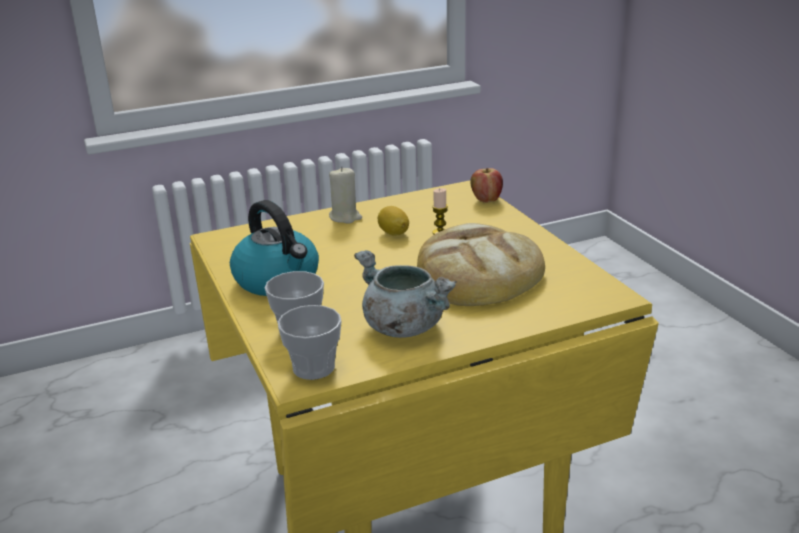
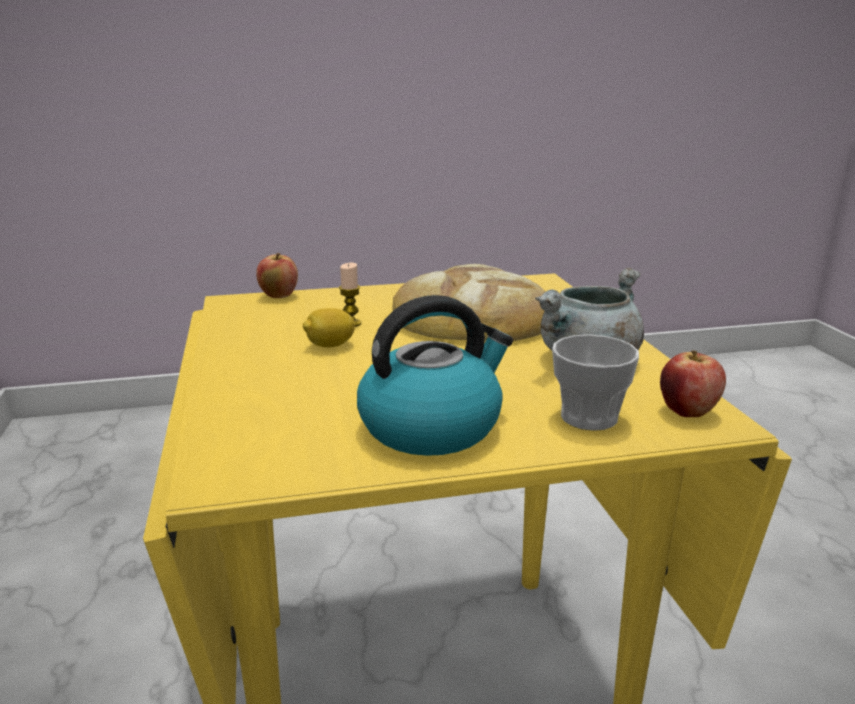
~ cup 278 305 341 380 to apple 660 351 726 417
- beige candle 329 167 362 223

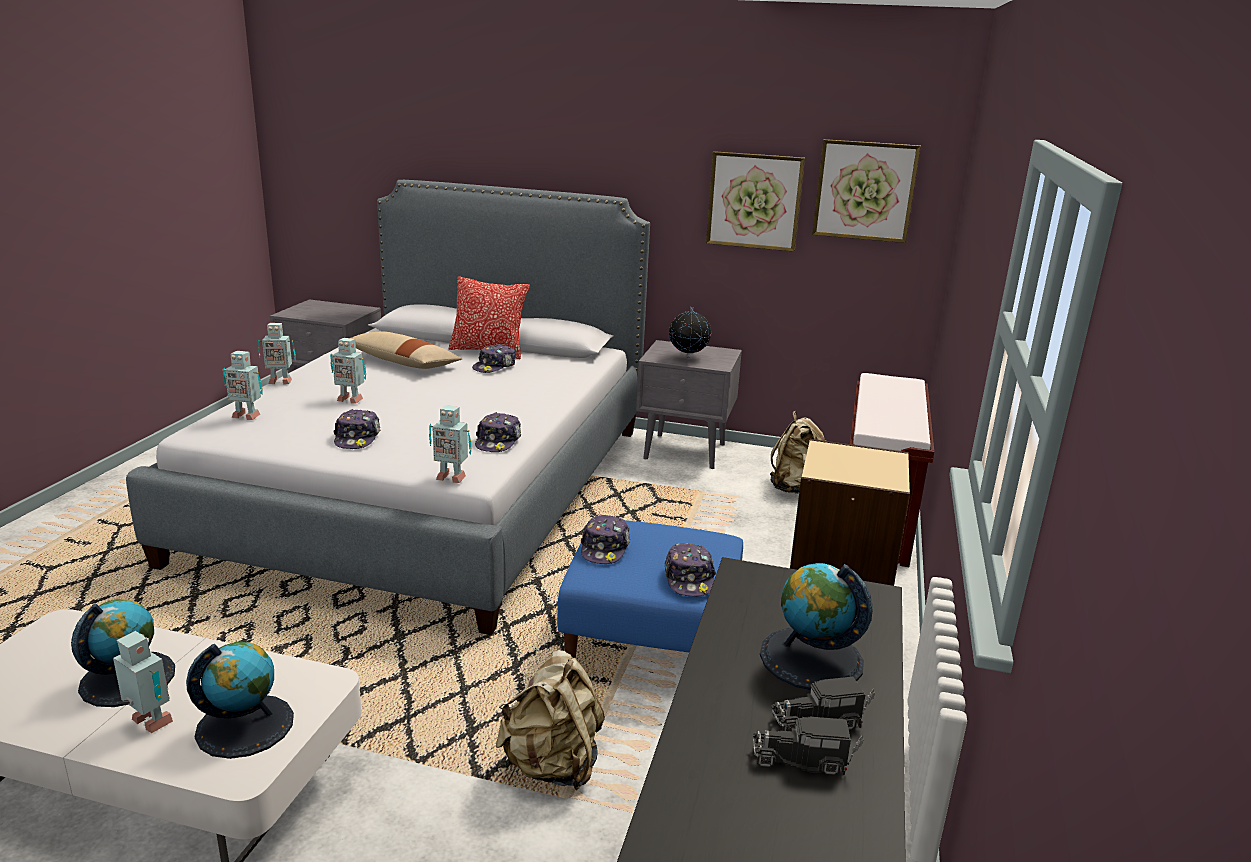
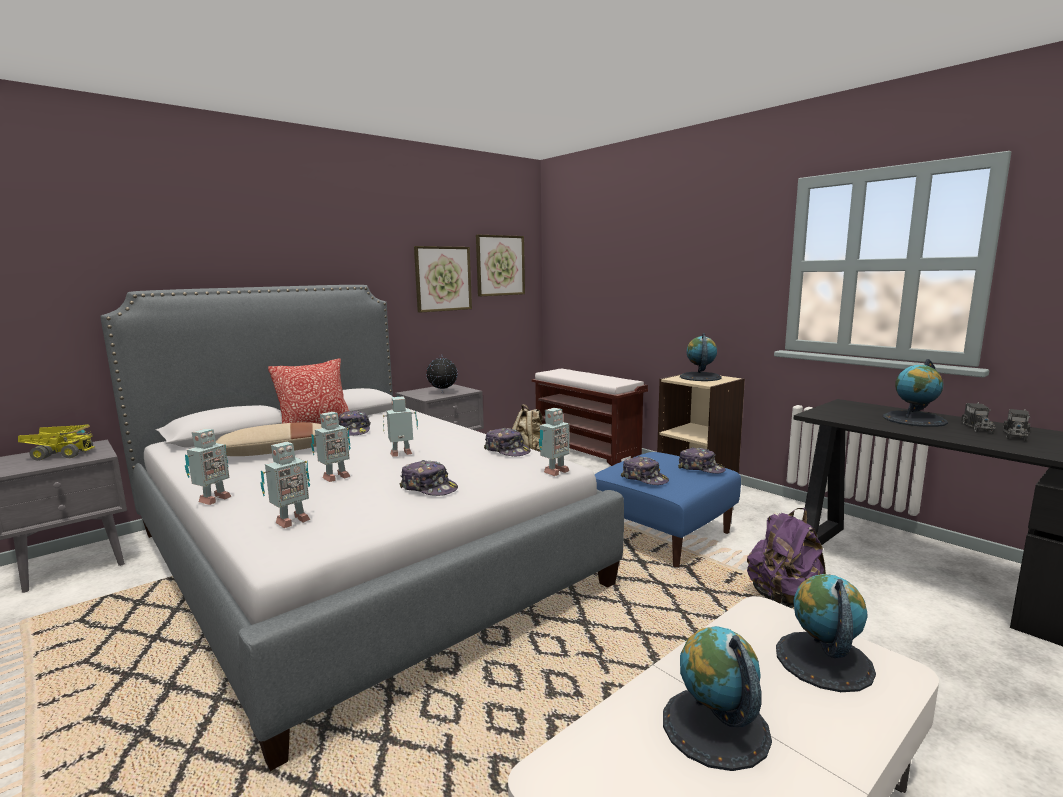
+ toy truck 18 424 95 461
~ toy robot 113 631 173 733 to 383 396 418 457
+ globe 680 333 722 381
~ beige backpack 496 650 605 790 to purple backpack 747 508 826 608

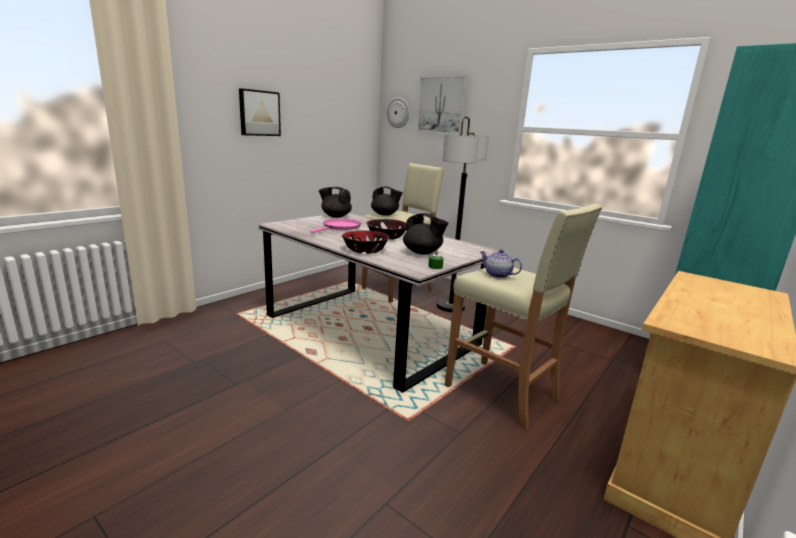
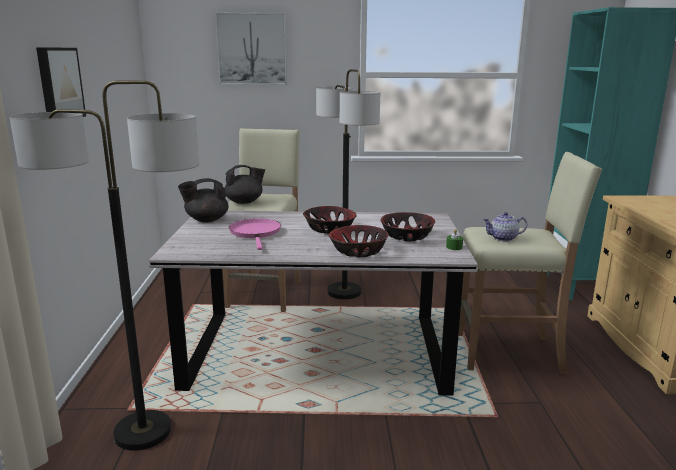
+ floor lamp 10 80 199 451
~ black teapot 403 213 448 255 to bowl 380 212 435 242
- wall clock 387 98 409 128

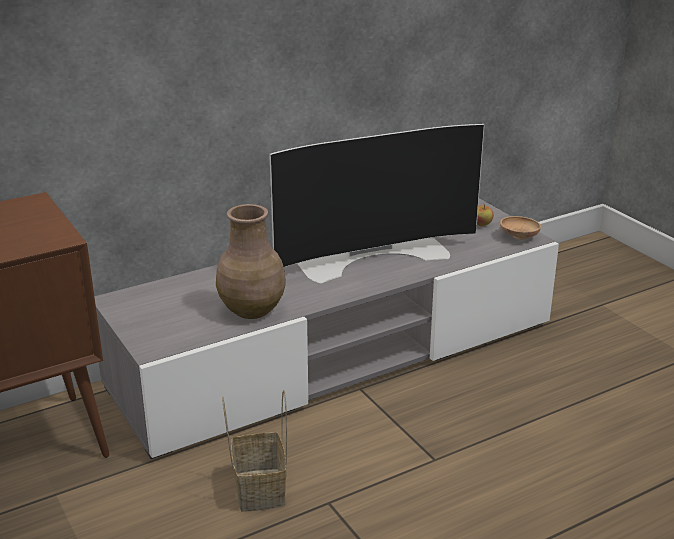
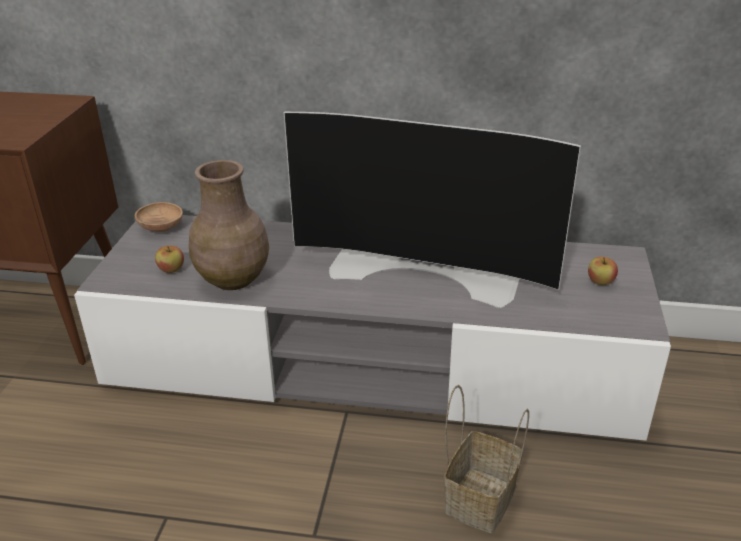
~ brown bowl 500 216 541 239 to 135 202 183 232
+ apple 155 246 184 273
~ basket 222 390 287 512 to 444 385 529 533

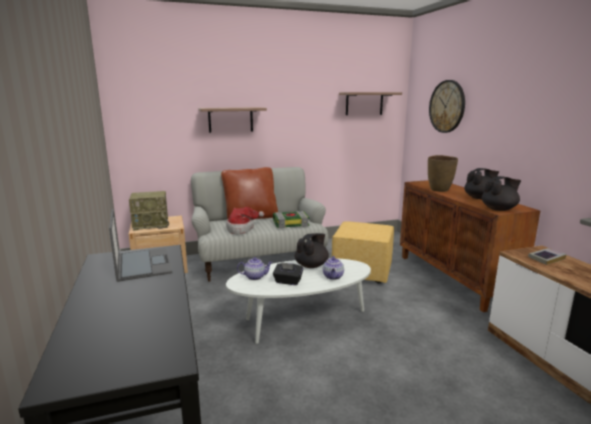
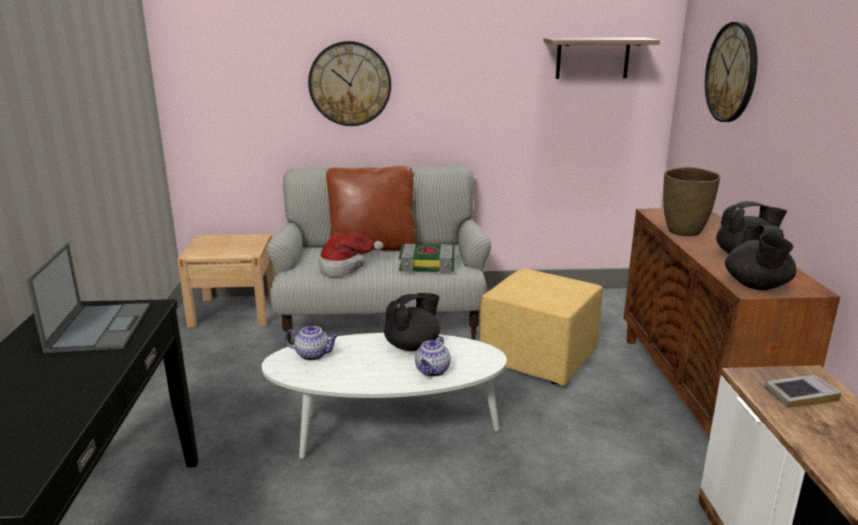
~ shelf 198 107 267 133 to wall clock 308 41 391 126
~ black teapot 482 176 521 211 = 725 225 796 290 105 degrees clockwise
- radio 129 191 169 231
- black tissue box 273 262 304 285

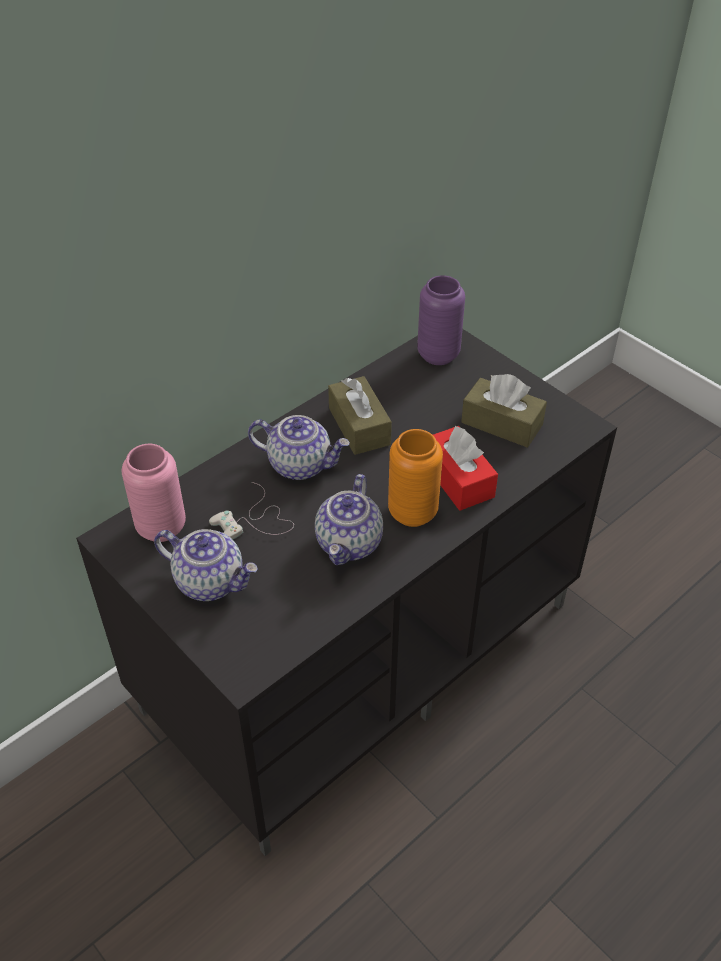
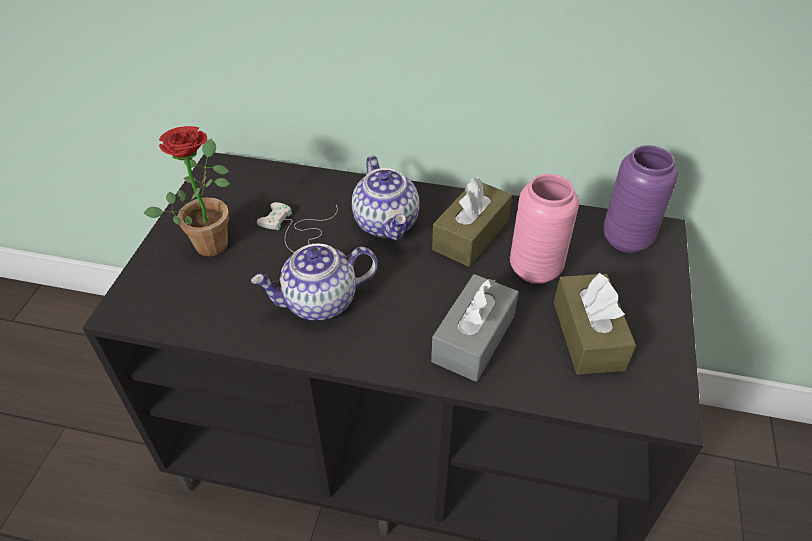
~ teapot 154 529 258 601 to potted plant 144 126 229 257
~ red tissue box 433 426 498 511 to grey tissue box 431 274 519 382
~ pink vase 122 444 186 542 to 510 174 579 284
- orange vase 388 429 443 527

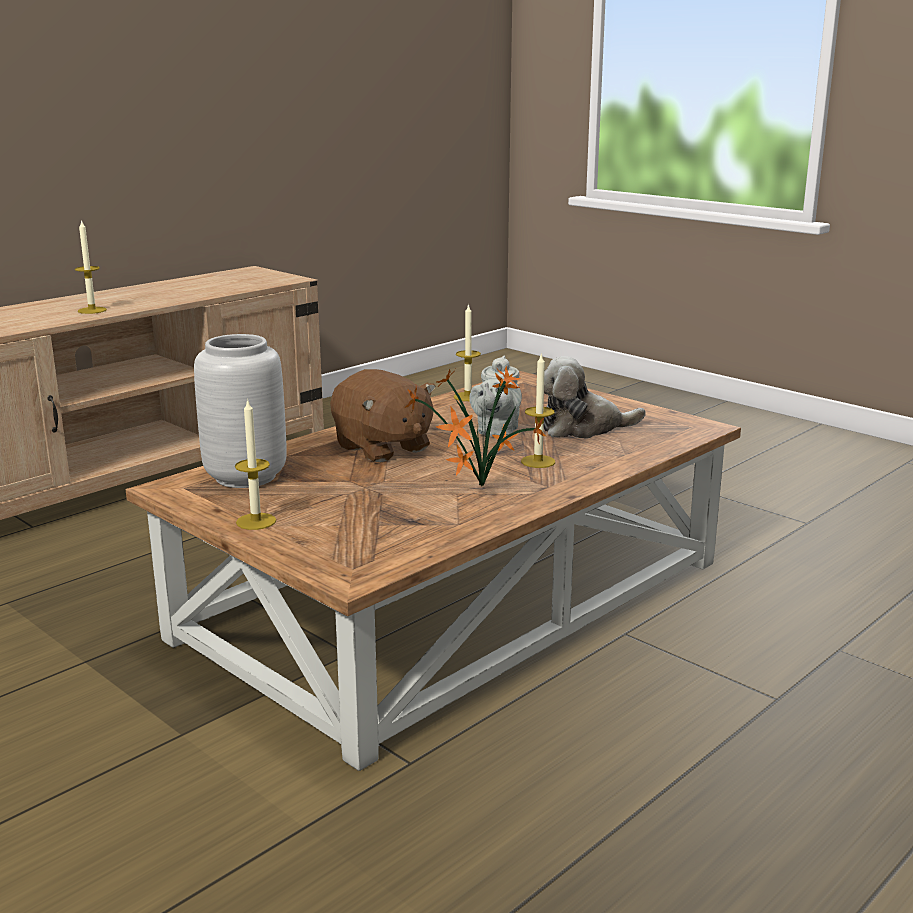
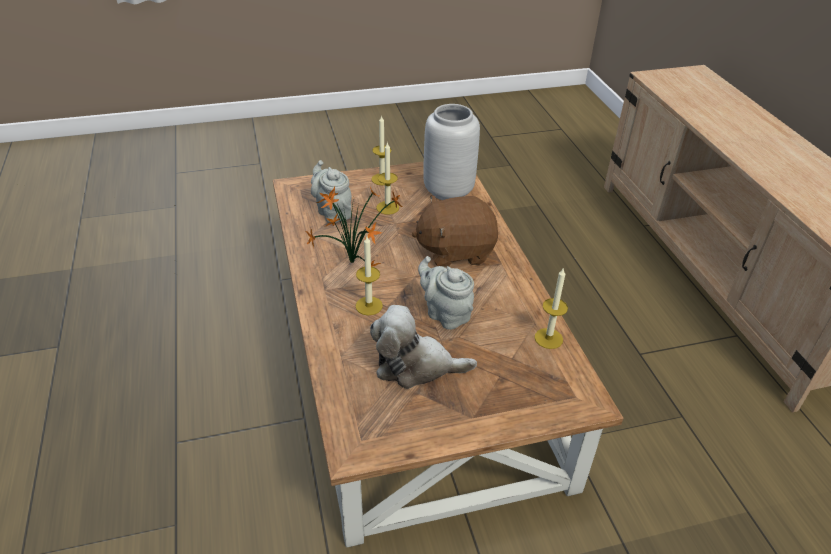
+ grey teapot 311 160 352 223
~ plush toy 536 356 646 439 = 370 305 477 389 105 degrees counterclockwise
~ candle 75 219 107 314 to 376 142 399 215

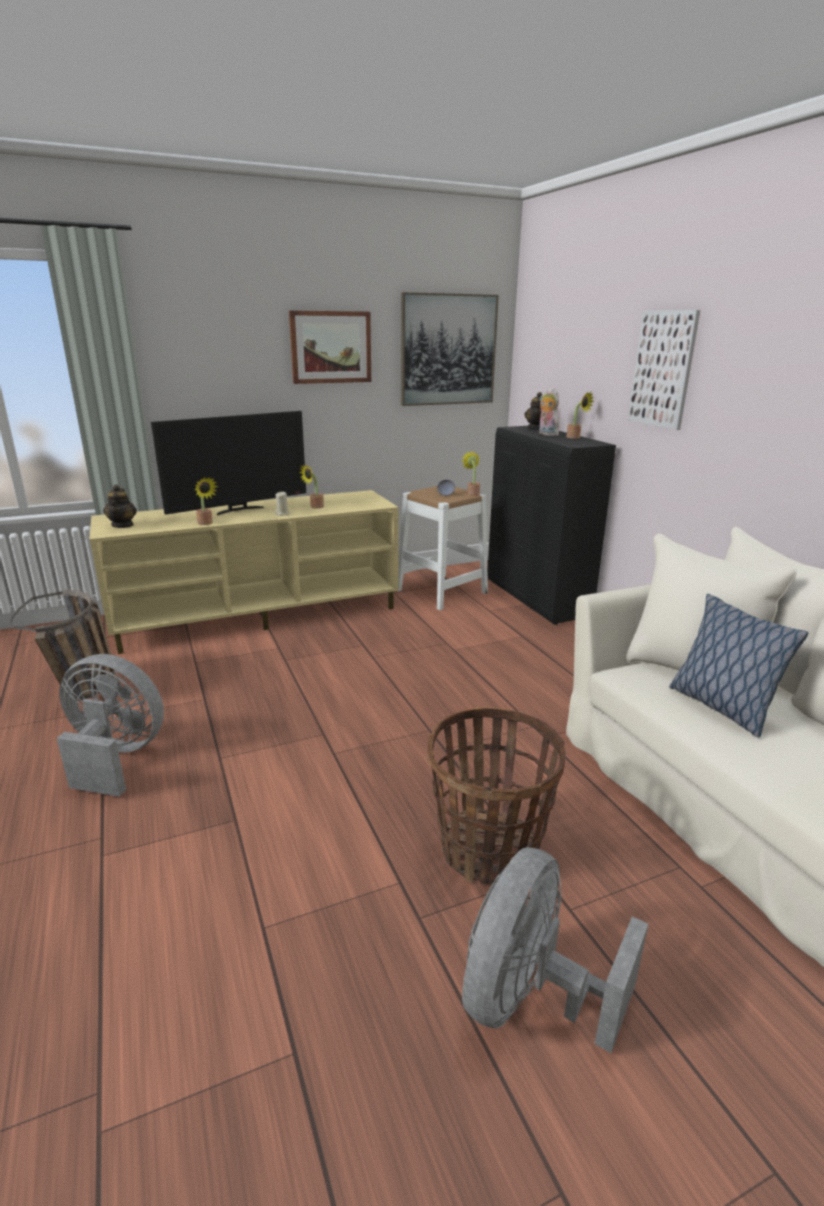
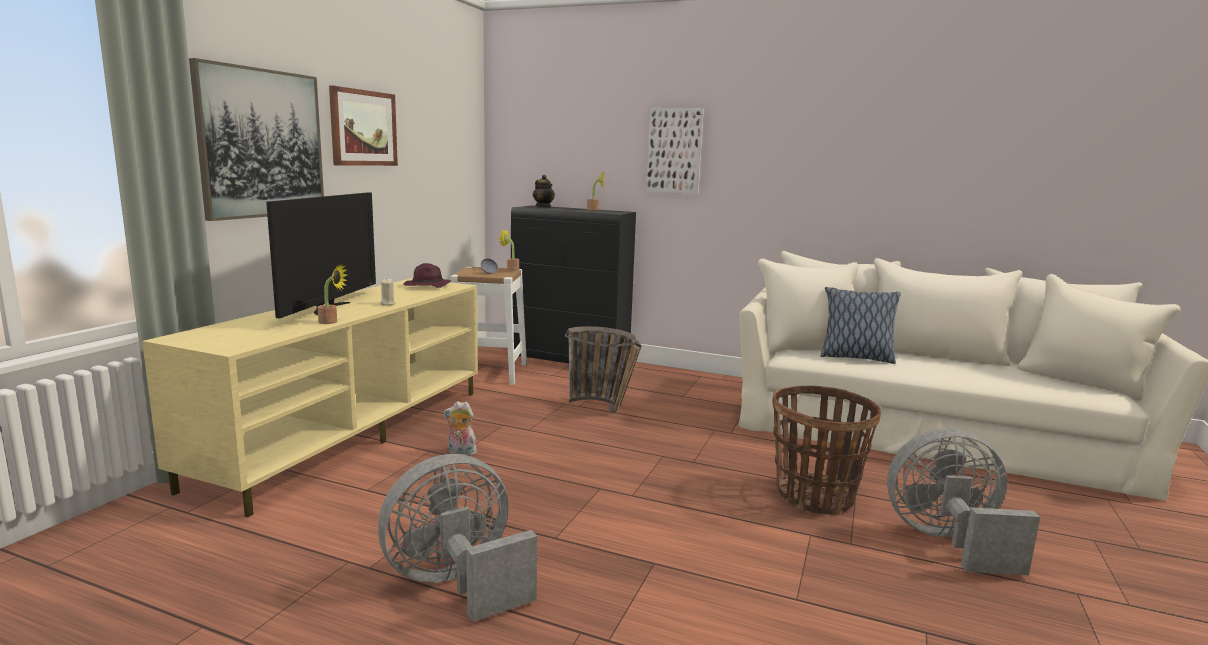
~ picture 401 292 499 406 to 189 58 324 221
+ purple hat 403 263 451 288
~ plush toy 539 388 559 436 to 444 401 479 456
~ basket 11 590 116 701 to 565 326 642 414
~ grey fan 462 847 648 1053 = 887 428 1040 575 105 degrees clockwise
- teapot 103 485 137 528
- potted plant 299 465 324 509

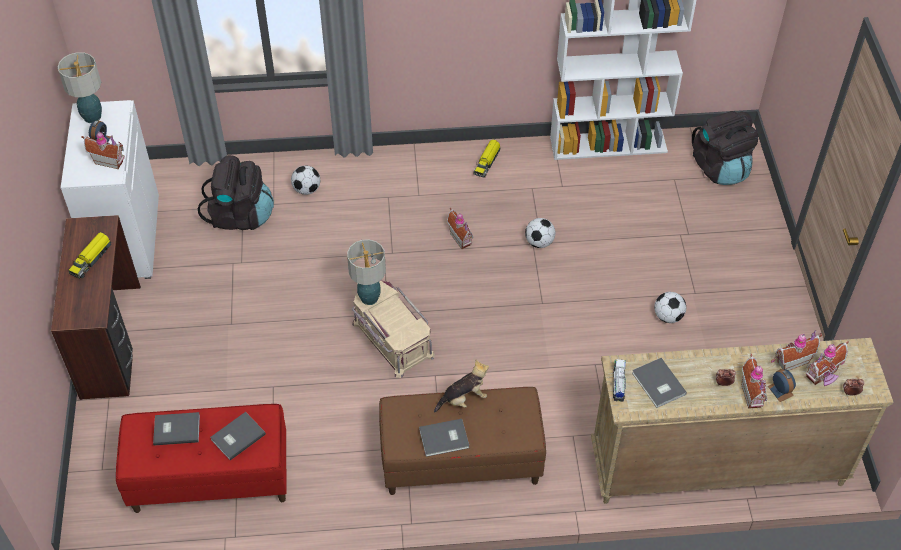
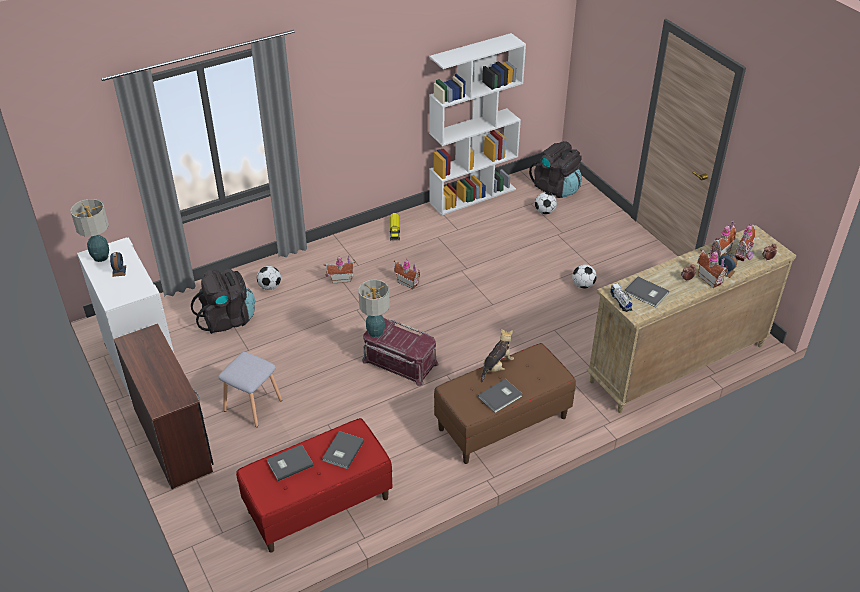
+ grey stool 218 352 282 427
~ toy house 81 131 125 169 to 324 256 356 284
~ beige storage box 352 281 435 378 to red storage box 362 318 439 386
~ football 525 218 555 248 to 535 192 557 214
- toy truck 69 232 112 279

